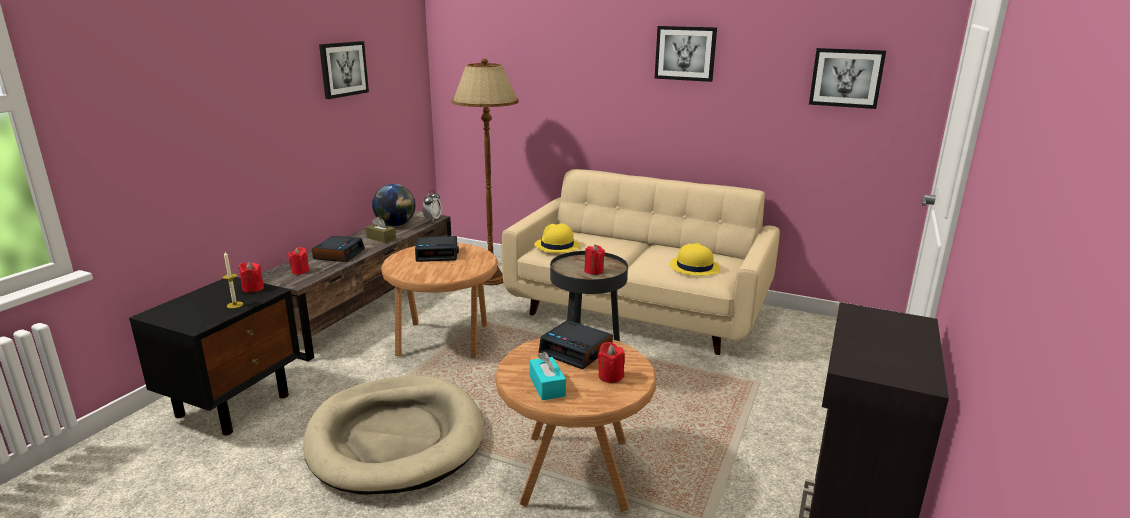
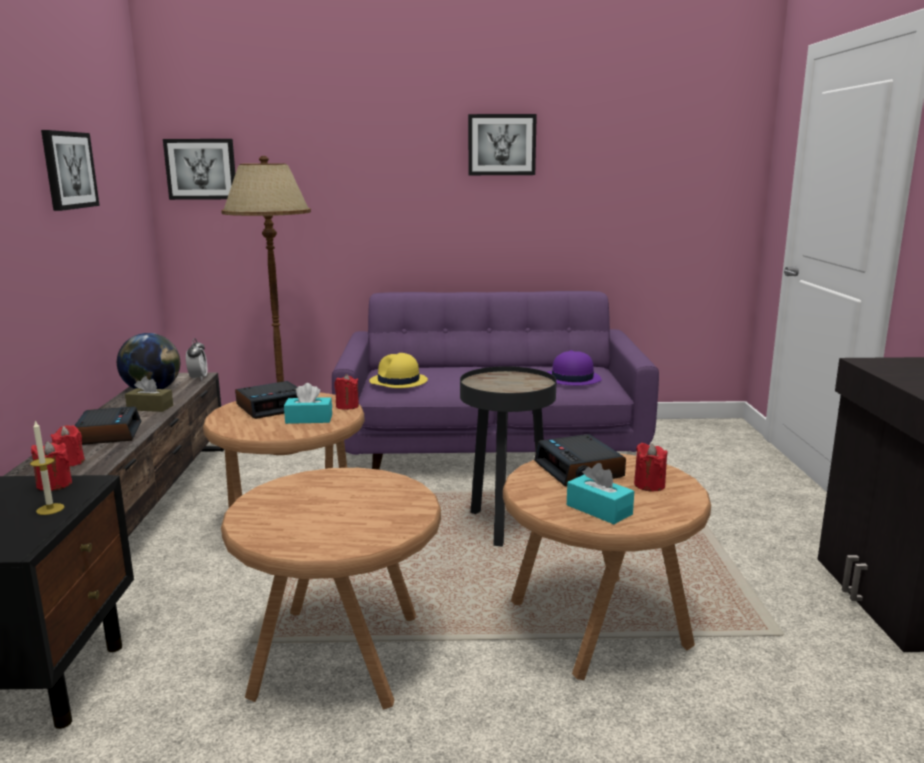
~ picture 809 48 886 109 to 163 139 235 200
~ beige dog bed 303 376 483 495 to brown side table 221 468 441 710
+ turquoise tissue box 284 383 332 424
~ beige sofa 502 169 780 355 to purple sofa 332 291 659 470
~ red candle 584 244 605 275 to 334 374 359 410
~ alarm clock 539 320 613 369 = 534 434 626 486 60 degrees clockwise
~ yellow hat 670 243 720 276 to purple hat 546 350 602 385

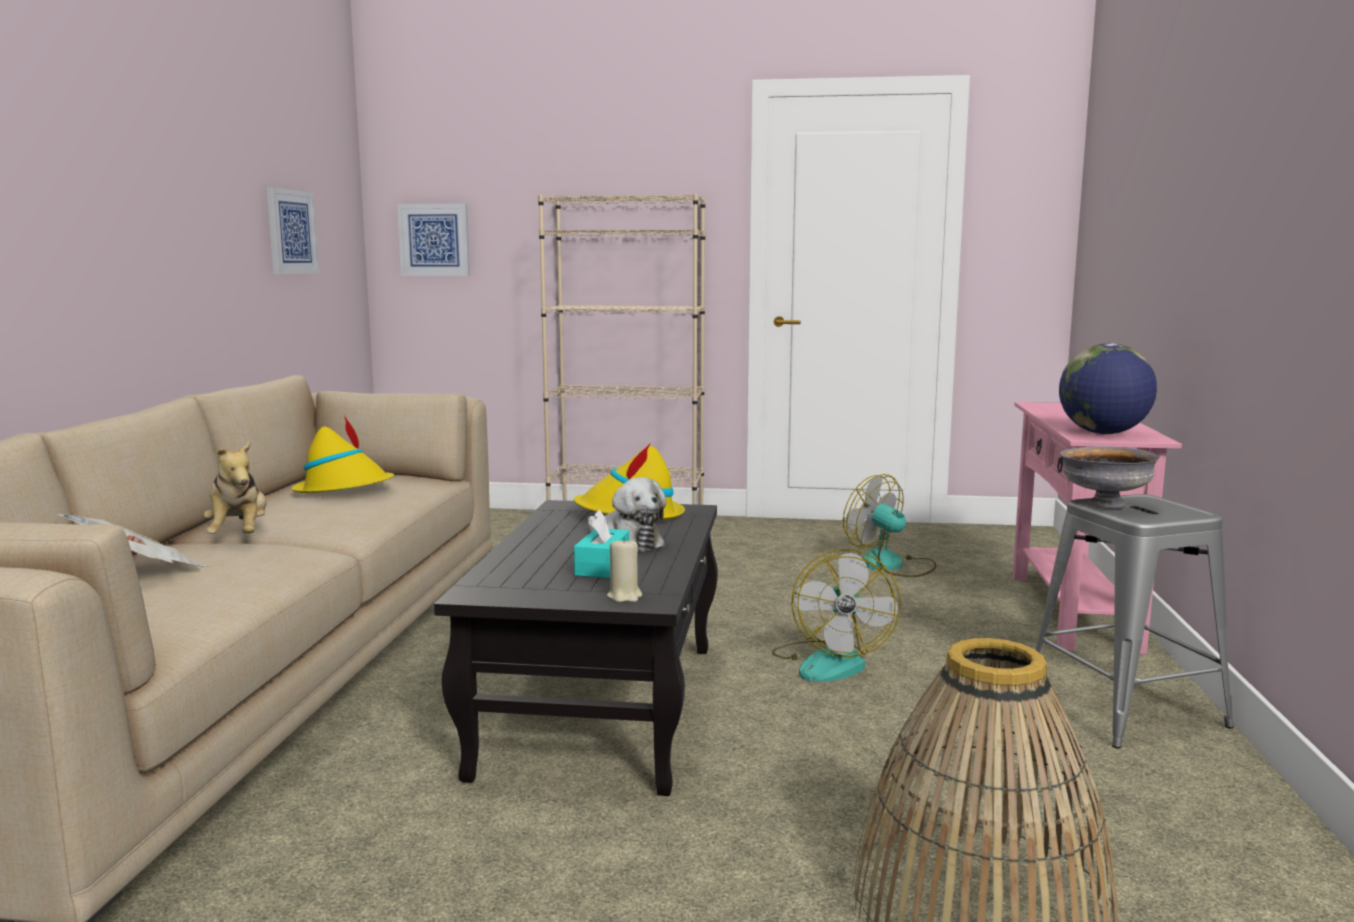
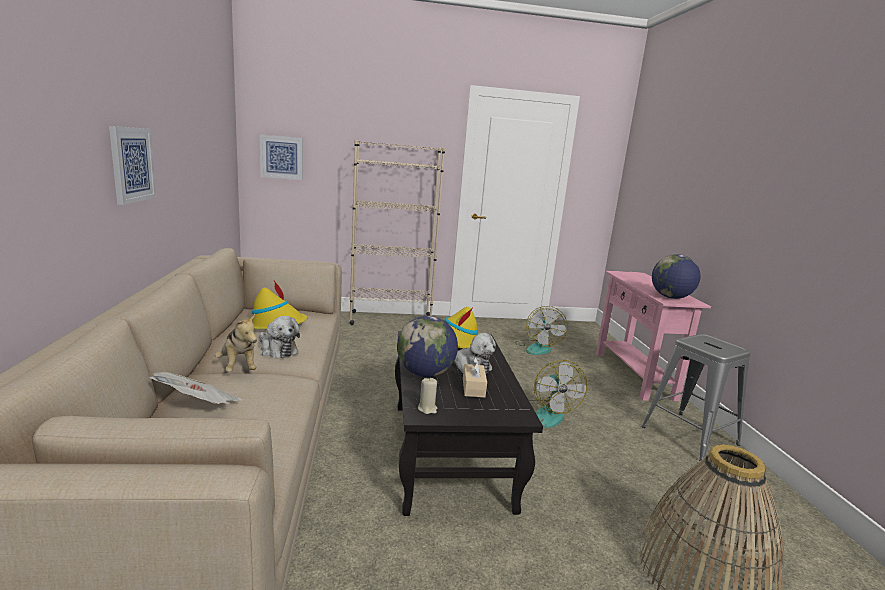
~ picture 267 187 319 274 to 109 126 156 205
+ plush toy 259 316 300 358
+ globe 397 316 458 377
~ beige candle 607 537 642 602 to 418 378 437 414
~ turquoise tissue box 574 509 629 578 to beige tissue box 463 357 487 398
~ fan 843 474 937 577 = 515 306 568 355 120 degrees counterclockwise
- grey bowl 1060 446 1160 508

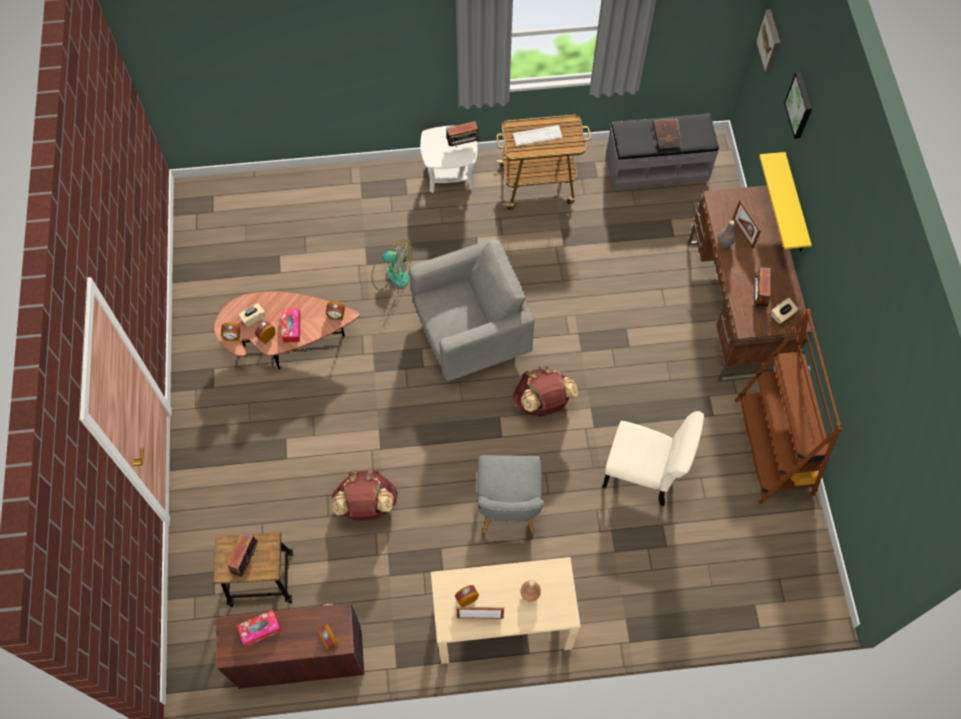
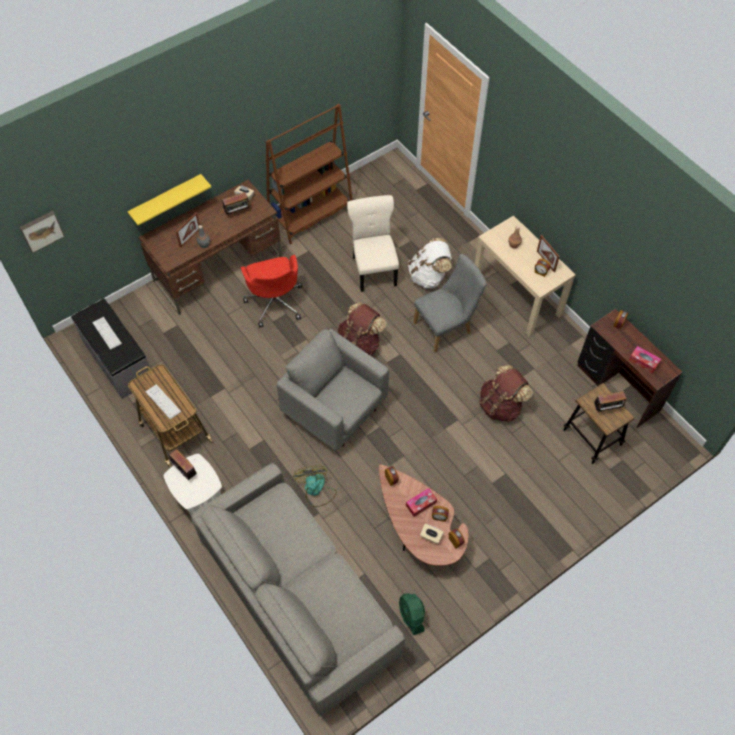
~ brown book 653 118 682 149 to keyboard 92 317 122 350
+ grey sofa 191 463 405 717
+ red office chair 241 255 302 328
+ green fan 399 593 425 635
+ white backpack 408 238 452 289
- picture 784 72 812 139

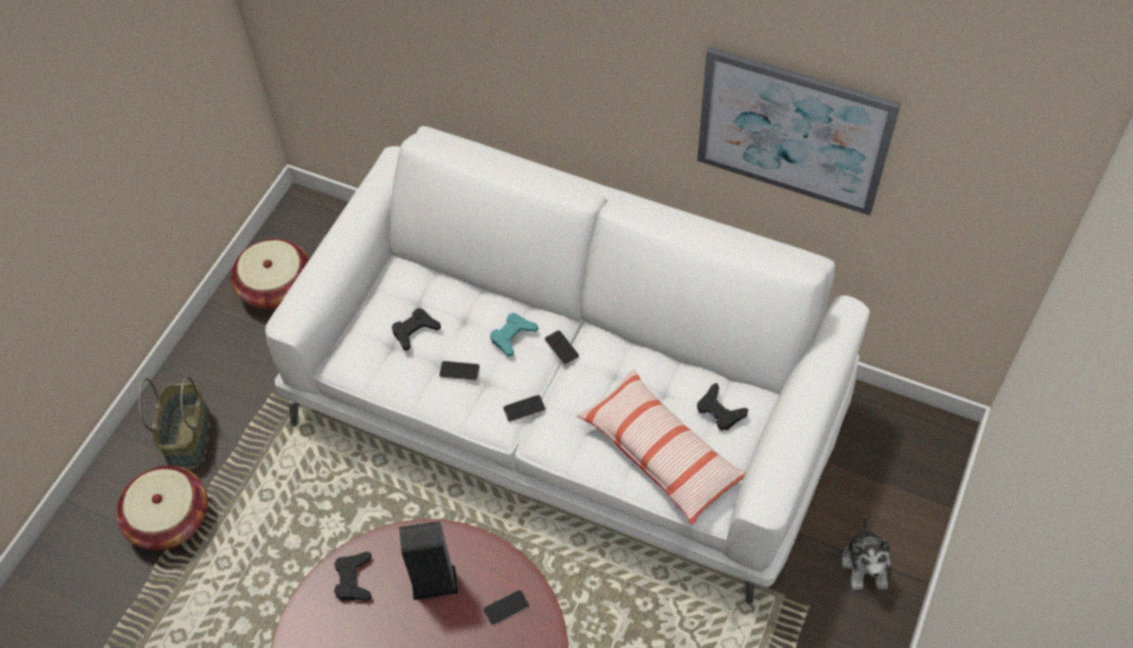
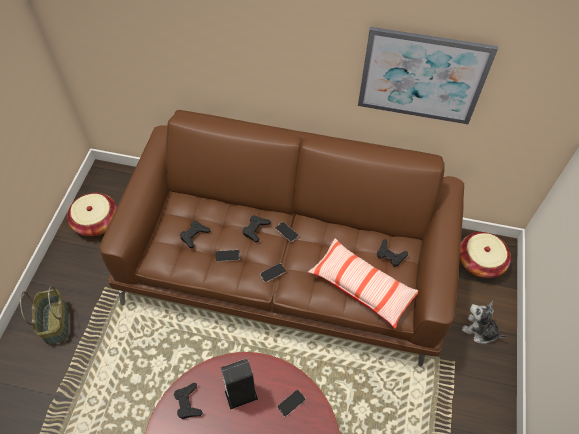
~ white sofa 265 126 870 604 to brown sofa 99 110 464 367
~ turquoise game controller 490 313 539 357 to black game controller 242 215 271 242
~ basket 116 466 208 550 to 460 232 511 278
~ plush toy 842 516 890 590 = 462 301 508 344 135 degrees clockwise

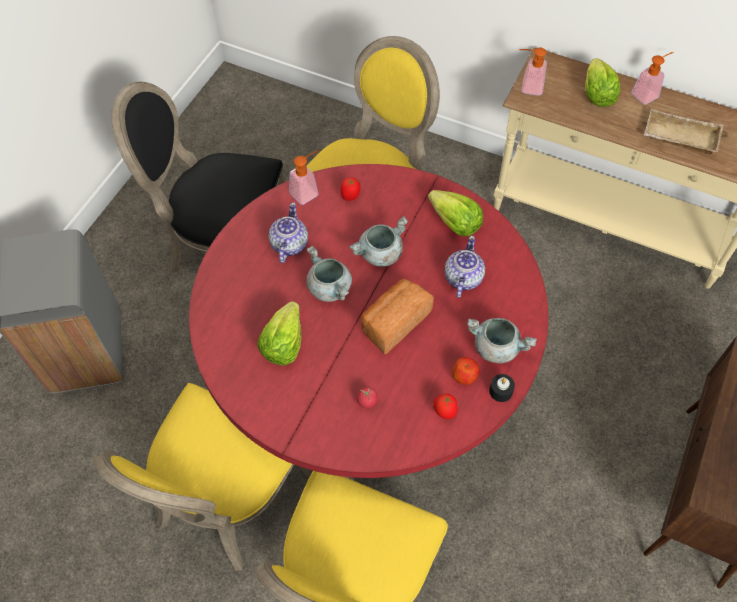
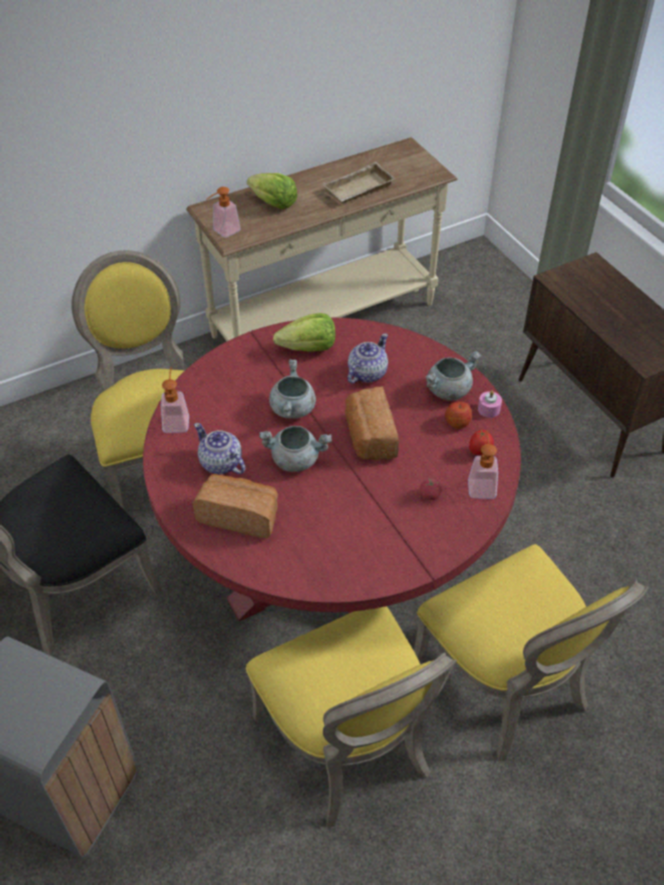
+ bread 192 474 278 538
~ teapot 445 236 485 298 = 348 333 388 384 75 degrees clockwise
~ soap dispenser 631 52 674 105 to 468 430 498 499
~ black candle 489 374 515 402 to pink candle 478 391 502 418
- lettuce 257 301 301 366
- tomato 340 177 361 201

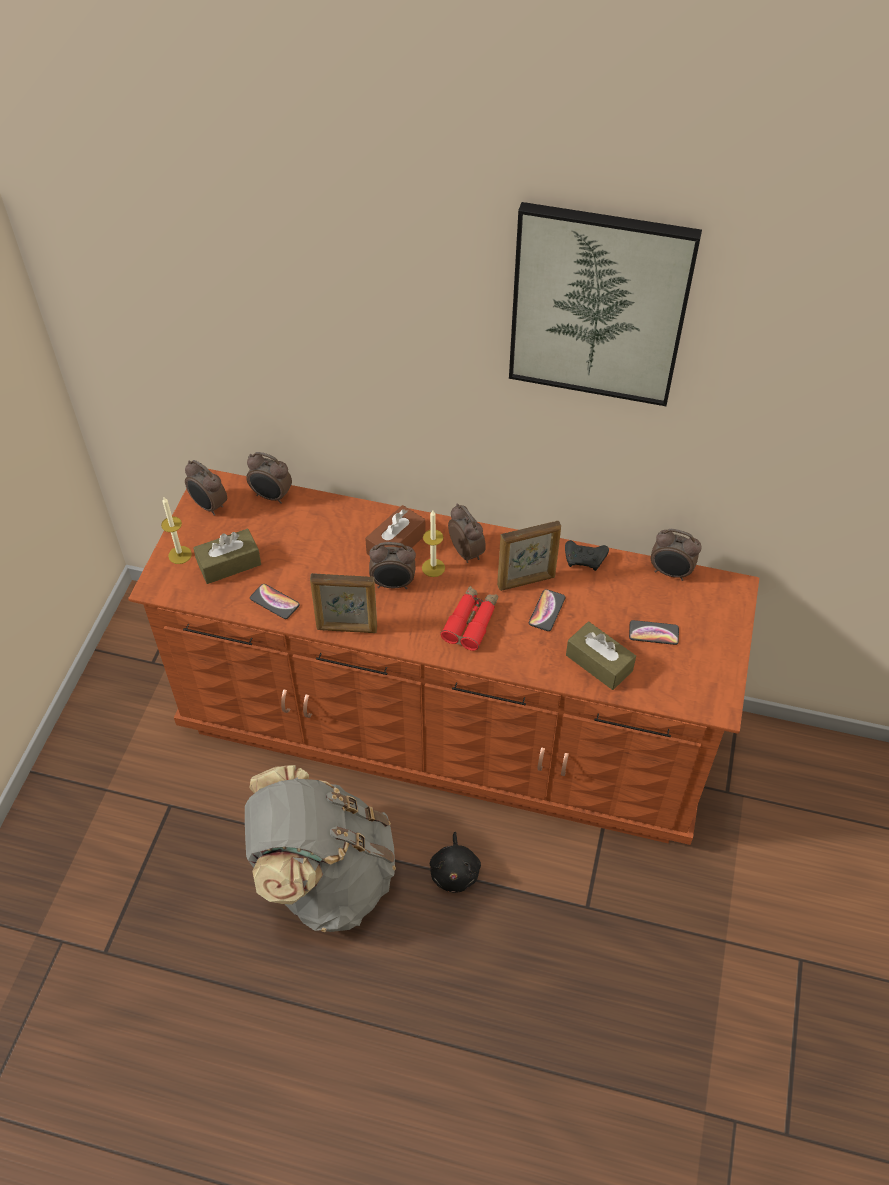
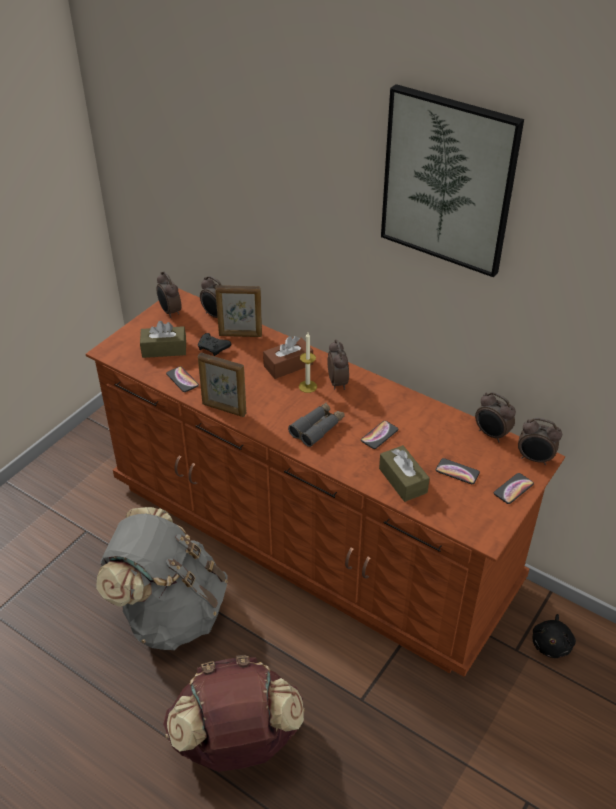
+ brown backpack 163 655 305 772
~ black game controller 565 540 609 571 to 198 333 231 356
~ picture frame 497 521 561 591 to 215 285 262 337
~ red binoculars 440 586 498 651 to grey binoculars 288 402 345 447
+ phone 494 473 534 504
~ alarm clock 369 542 416 589 to 518 418 562 465
~ black plush toy 430 832 481 893 to 533 614 576 658
- candle 161 497 192 564

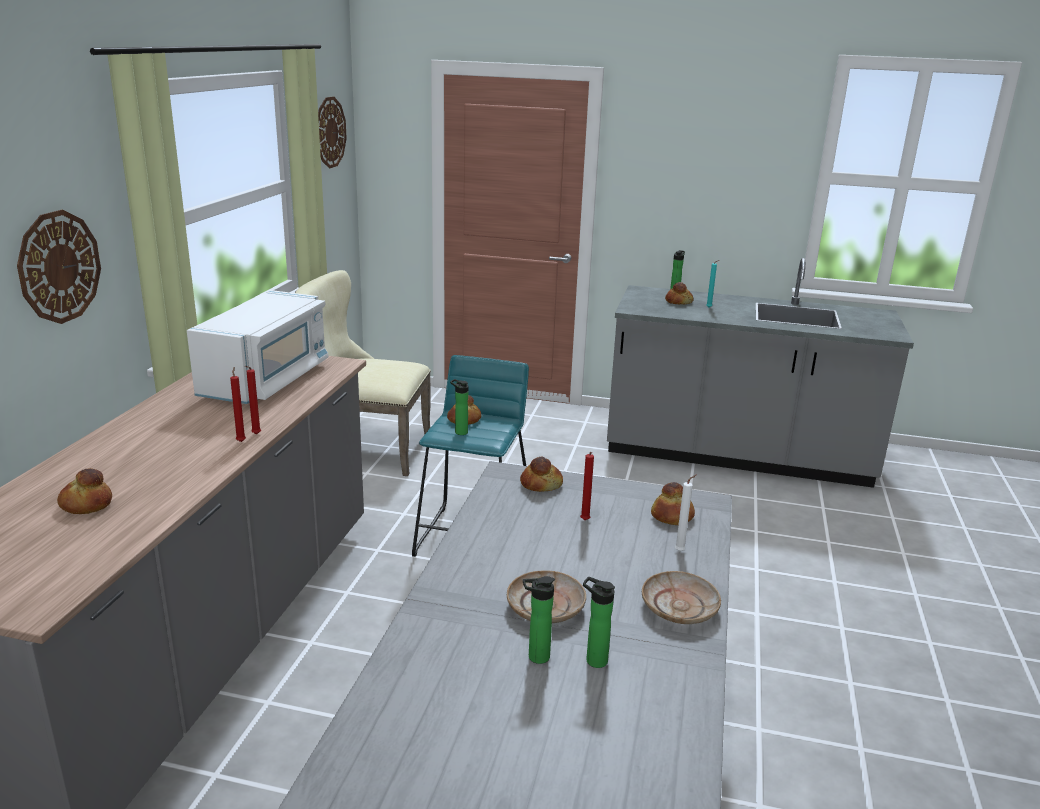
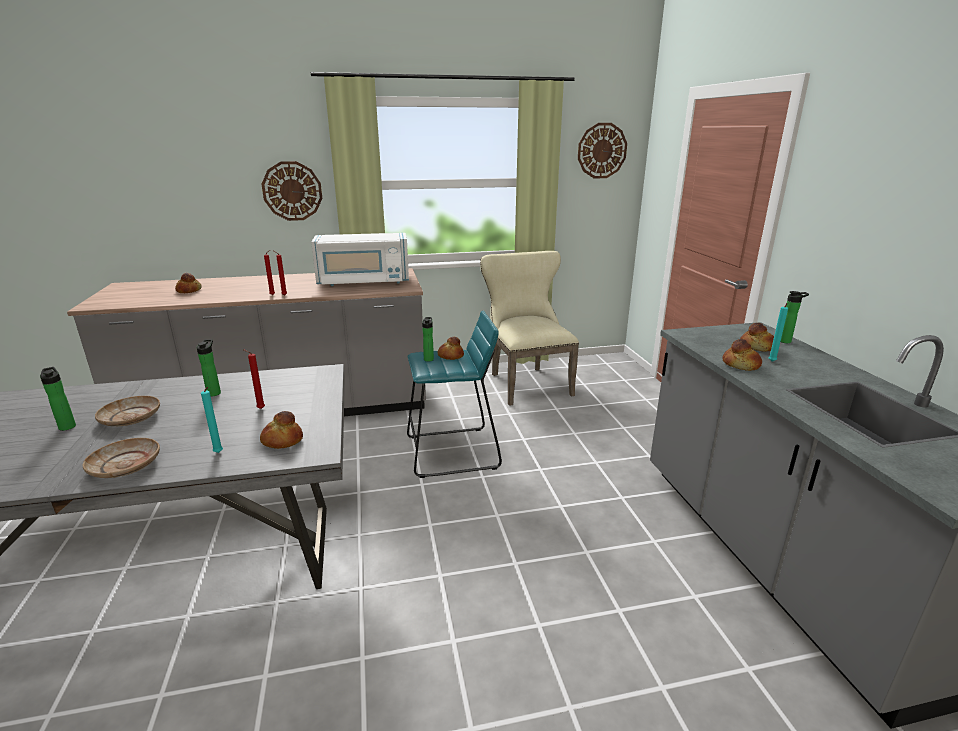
~ bottle 583 577 615 668 to 197 340 221 397
~ white candle 675 474 697 551 to turquoise candle 201 387 223 453
~ bread 520 457 563 492 to 722 339 762 371

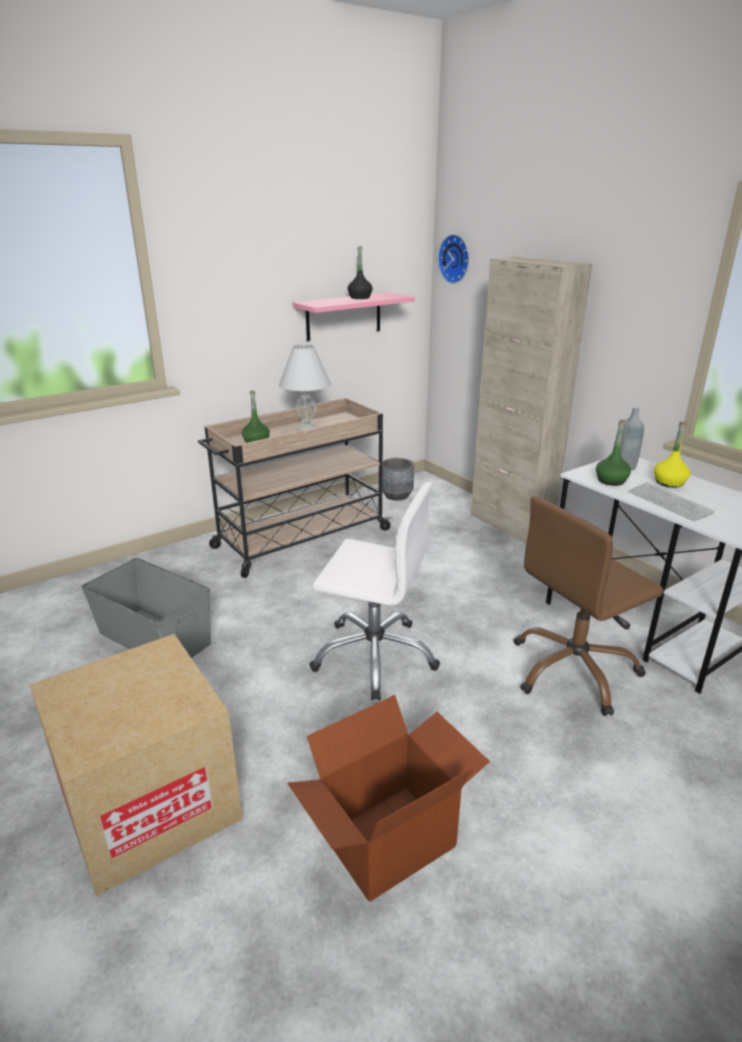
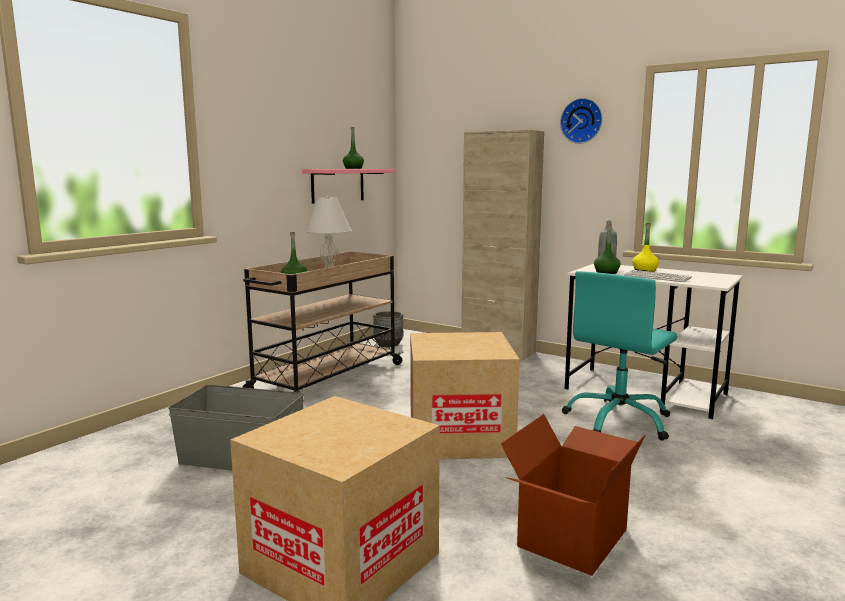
~ black bottle 348 246 373 299 to green bottle 343 127 364 169
~ white office chair 309 482 440 700 to cardboard box 410 332 520 459
~ wall clock 438 234 469 284 to 560 98 603 144
~ brown office chair 514 496 663 716 to turquoise office chair 562 271 677 441

